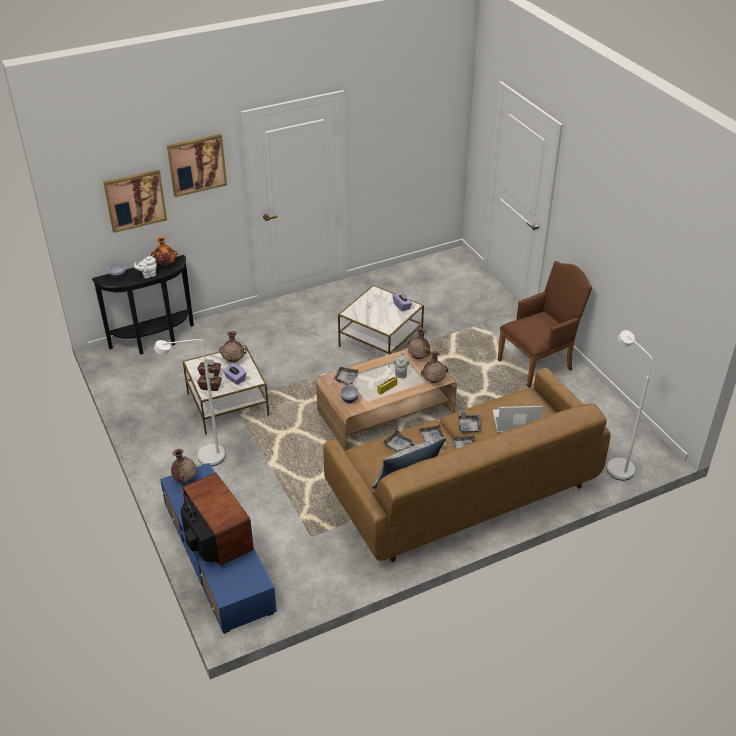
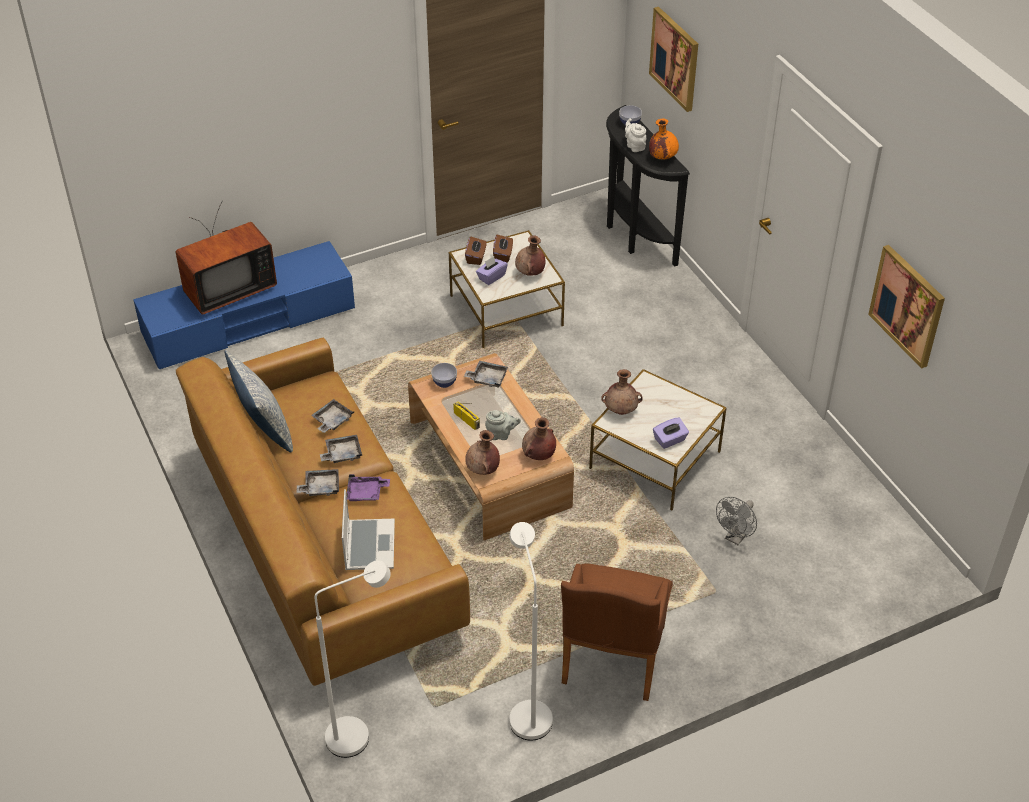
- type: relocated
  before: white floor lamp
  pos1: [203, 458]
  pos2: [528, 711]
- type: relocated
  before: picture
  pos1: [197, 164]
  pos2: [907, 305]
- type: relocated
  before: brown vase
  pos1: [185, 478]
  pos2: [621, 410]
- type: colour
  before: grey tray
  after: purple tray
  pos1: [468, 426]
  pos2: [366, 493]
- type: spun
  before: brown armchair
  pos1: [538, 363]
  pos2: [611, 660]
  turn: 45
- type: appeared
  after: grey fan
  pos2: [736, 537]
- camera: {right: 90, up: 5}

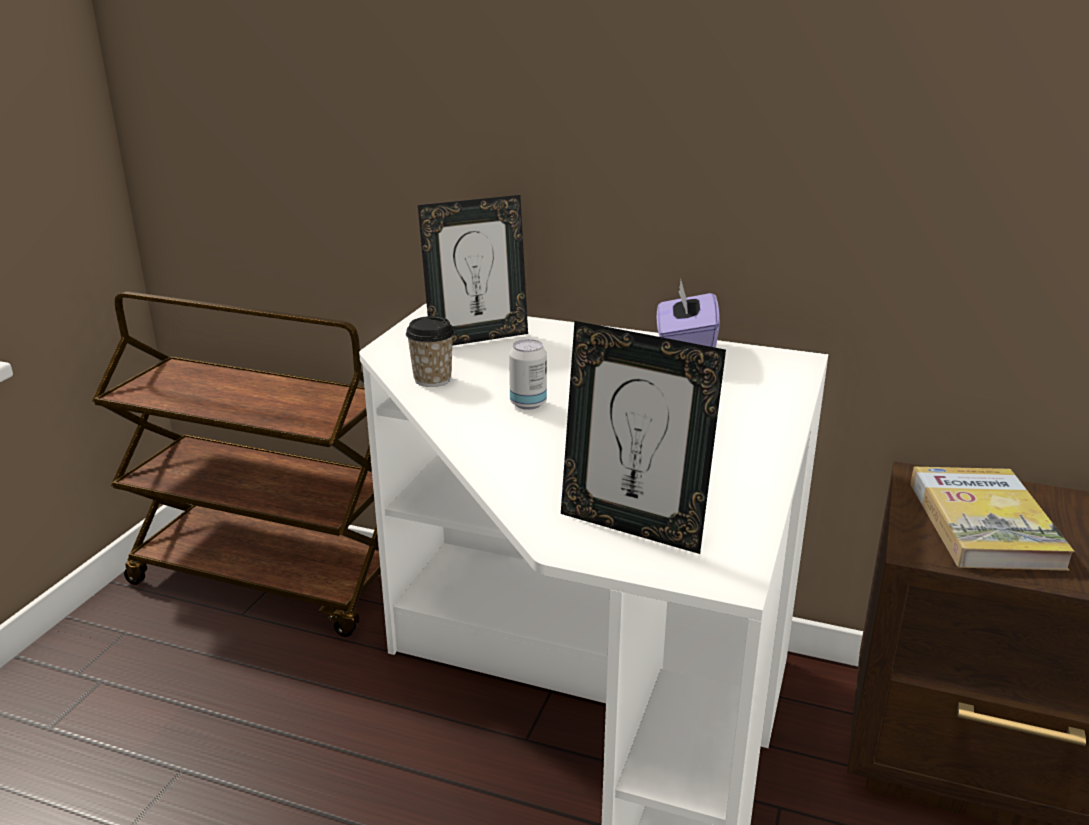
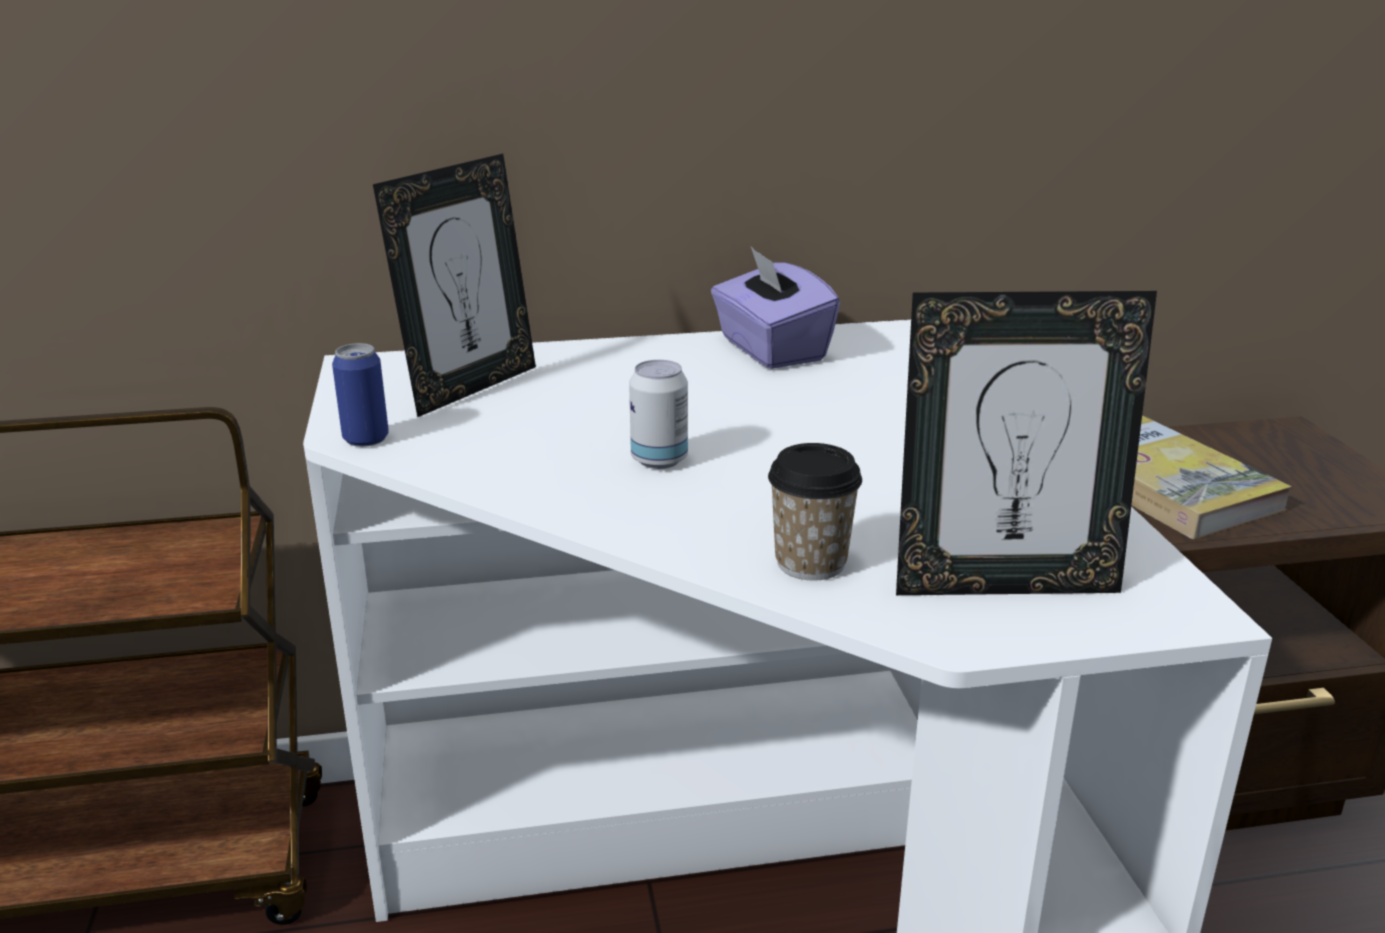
- type: relocated
  before: cup
  pos1: [432, 379]
  pos2: [810, 563]
- type: appeared
  after: can
  pos2: [366, 439]
- camera: {right: -30, up: 0}

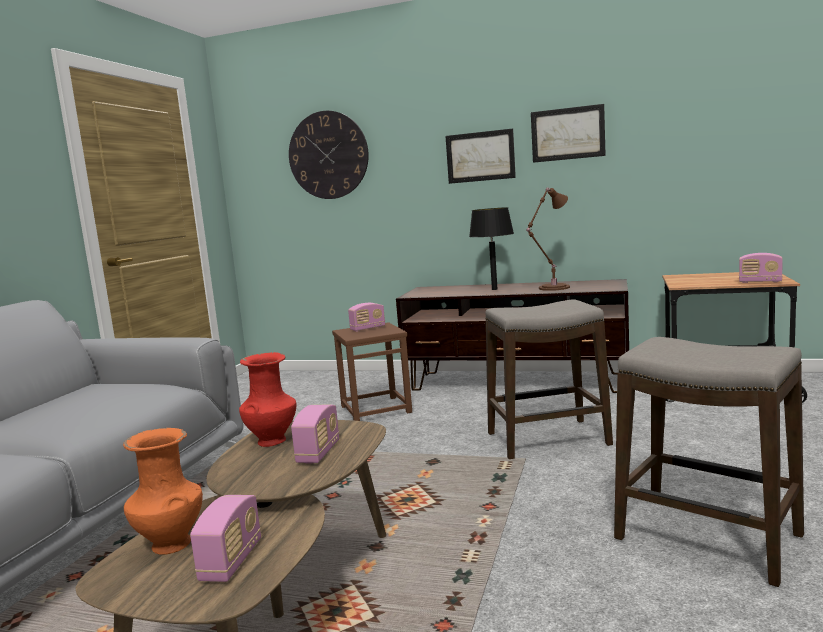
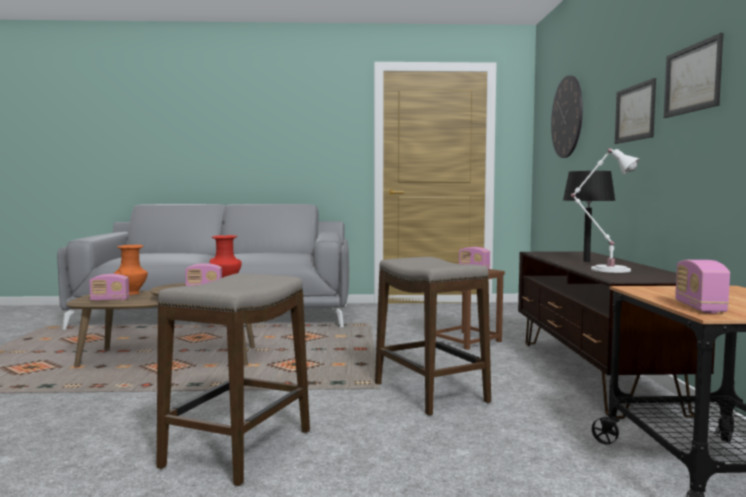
- type: colour
  before: brown table lamp
  after: white table lamp
  pos1: [552, 288]
  pos2: [607, 269]
- camera: {right: 70, up: -5}

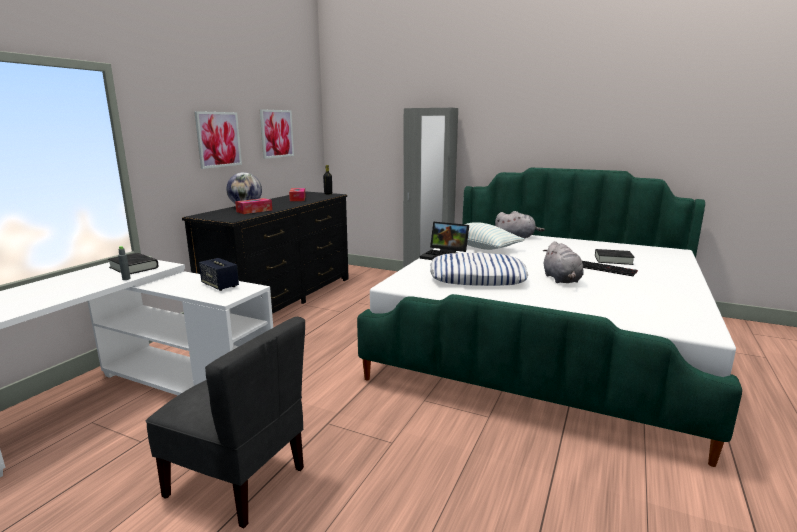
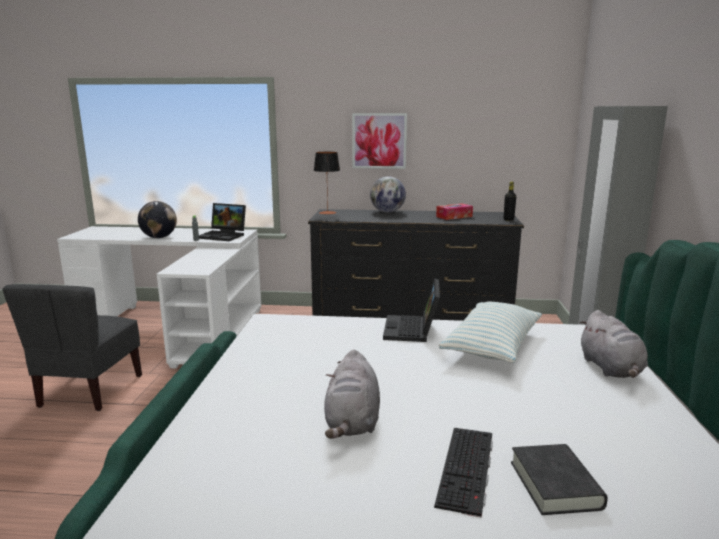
- type: exchanged
  before: black book
  after: laptop
  pos1: [134, 267]
  pos2: [224, 236]
- type: missing
  before: speaker
  pos1: [220, 285]
- type: missing
  before: tissue box
  pos1: [254, 211]
- type: missing
  before: picture
  pos1: [276, 133]
- type: missing
  before: pillow
  pos1: [477, 277]
- type: spun
  before: grey plush toy
  pos1: [562, 280]
  pos2: [352, 422]
  turn: -60
- type: appeared
  after: globe
  pos2: [159, 237]
- type: appeared
  after: table lamp
  pos2: [327, 213]
- camera: {right: 70, up: 0}

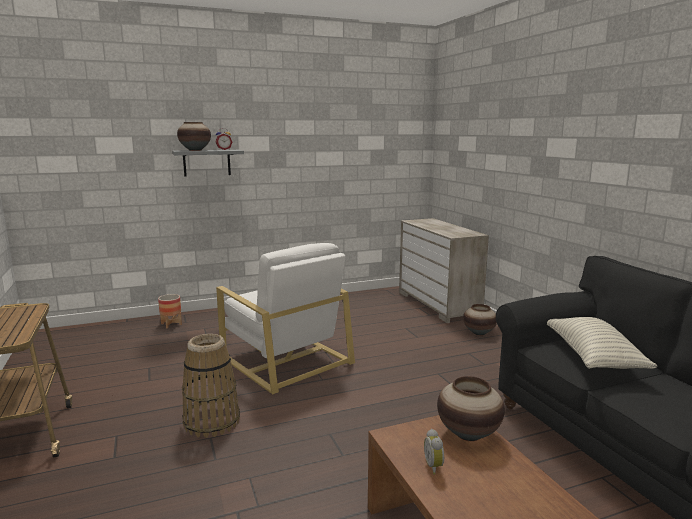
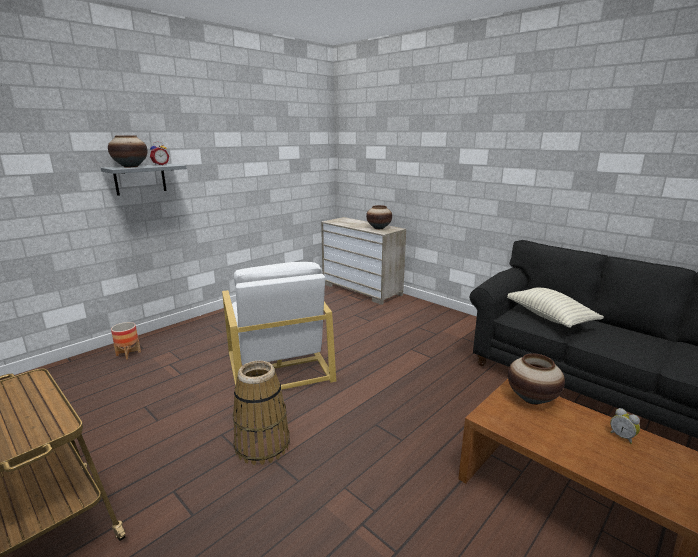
- type: spun
  before: white armchair
  pos1: [285, 359]
  pos2: [278, 365]
  turn: 45
- type: relocated
  before: alarm clock
  pos1: [435, 466]
  pos2: [622, 437]
- type: relocated
  before: vase
  pos1: [479, 333]
  pos2: [378, 228]
- camera: {right: -25, up: 5}

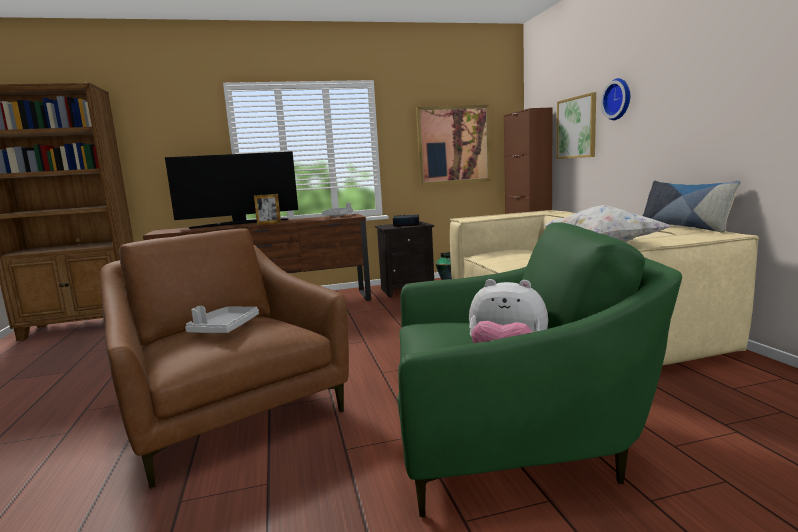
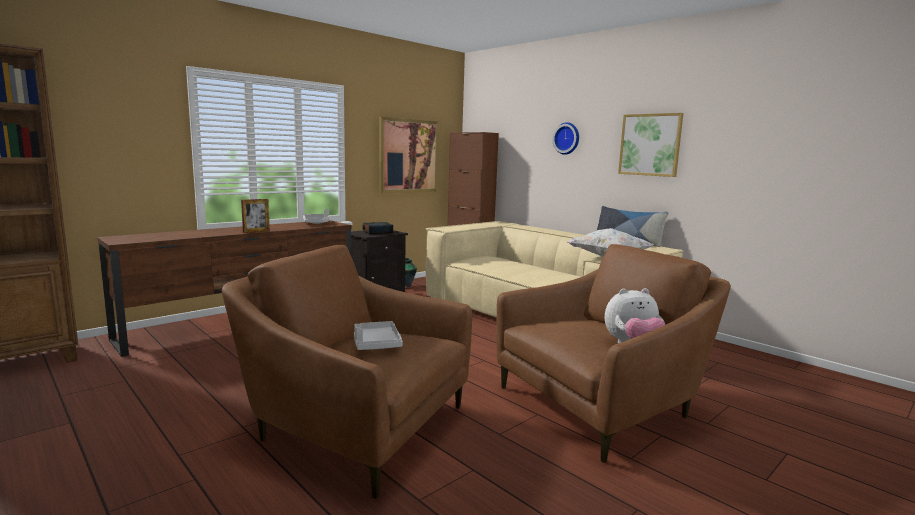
- type: missing
  before: television
  pos1: [240, 224]
- type: colour
  before: green armchair
  after: brown armchair
  pos1: [513, 440]
  pos2: [602, 405]
- type: relocated
  before: picture
  pos1: [577, 127]
  pos2: [650, 145]
- camera: {right: -30, up: 0}

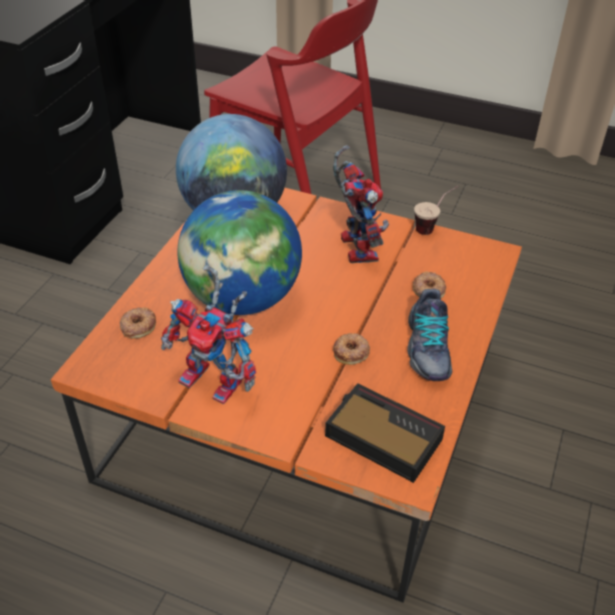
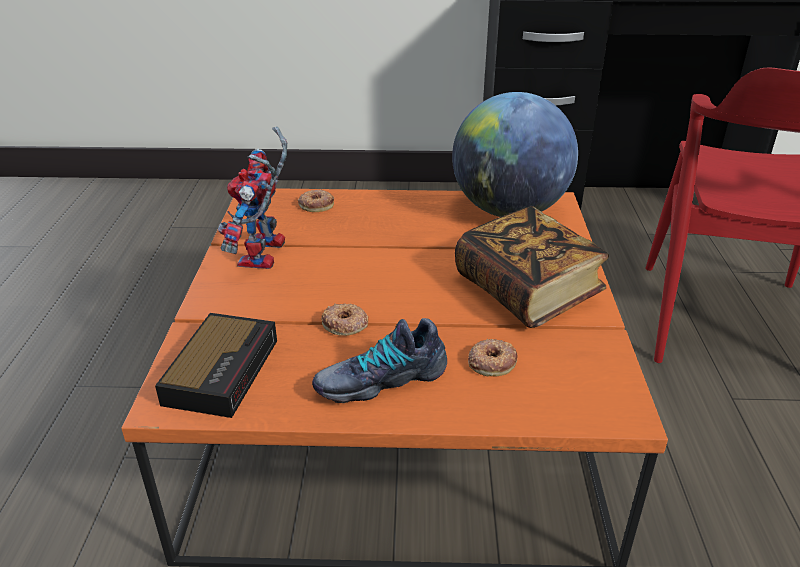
- type: missing
  before: globe
  pos1: [243, 298]
- type: exchanged
  before: toy robot
  after: book
  pos1: [354, 245]
  pos2: [527, 290]
- type: missing
  before: cup
  pos1: [433, 227]
- camera: {right: 70, up: -10}

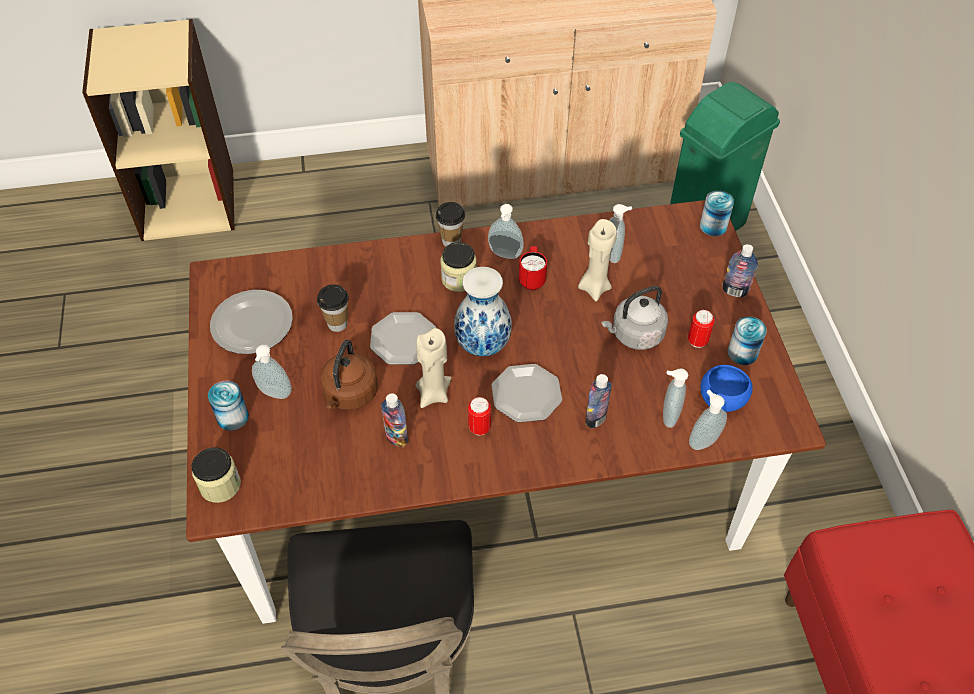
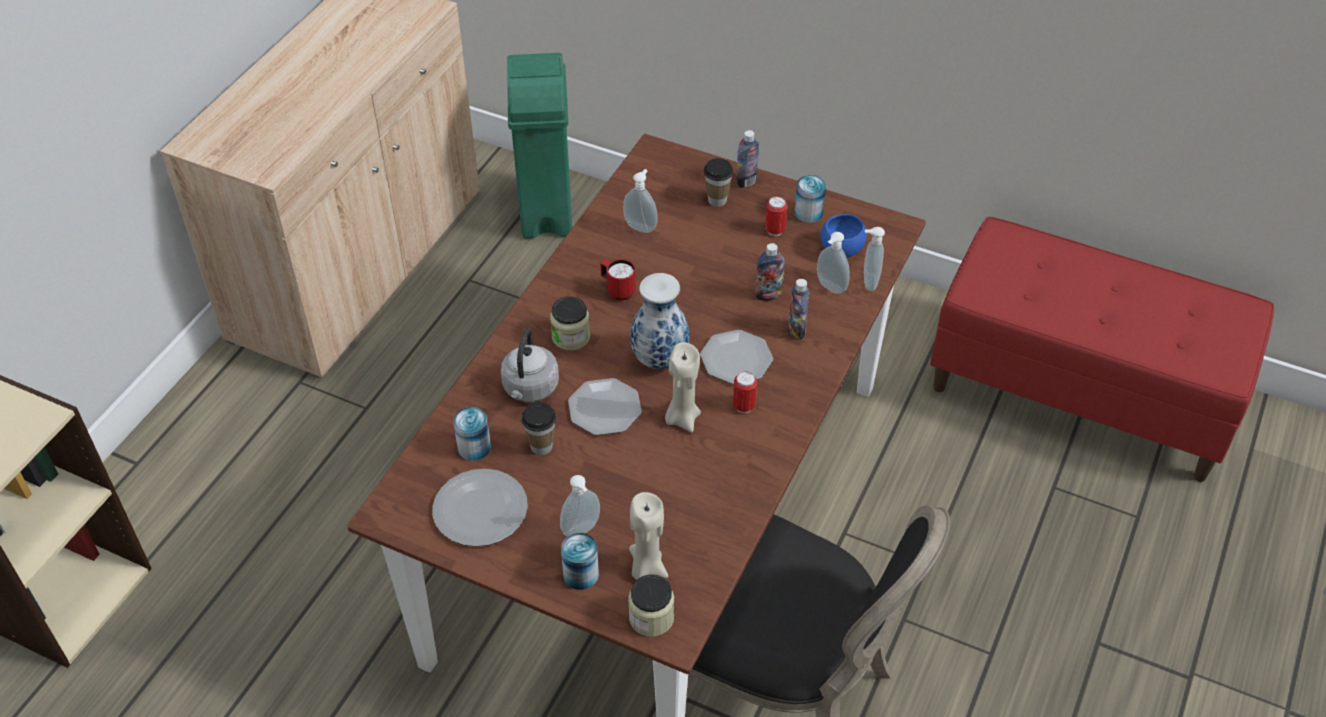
- type: missing
  before: brown kettle
  pos1: [349, 395]
- type: relocated
  before: bottle
  pos1: [396, 438]
  pos2: [768, 295]
- type: relocated
  before: cup
  pos1: [451, 241]
  pos2: [717, 200]
- type: missing
  before: soap dispenser
  pos1: [504, 255]
- type: relocated
  before: beige candle
  pos1: [594, 287]
  pos2: [646, 567]
- type: relocated
  before: grey kettle
  pos1: [634, 335]
  pos2: [530, 389]
- type: relocated
  before: can
  pos1: [713, 226]
  pos2: [474, 447]
- camera: {right: -55, up: -5}

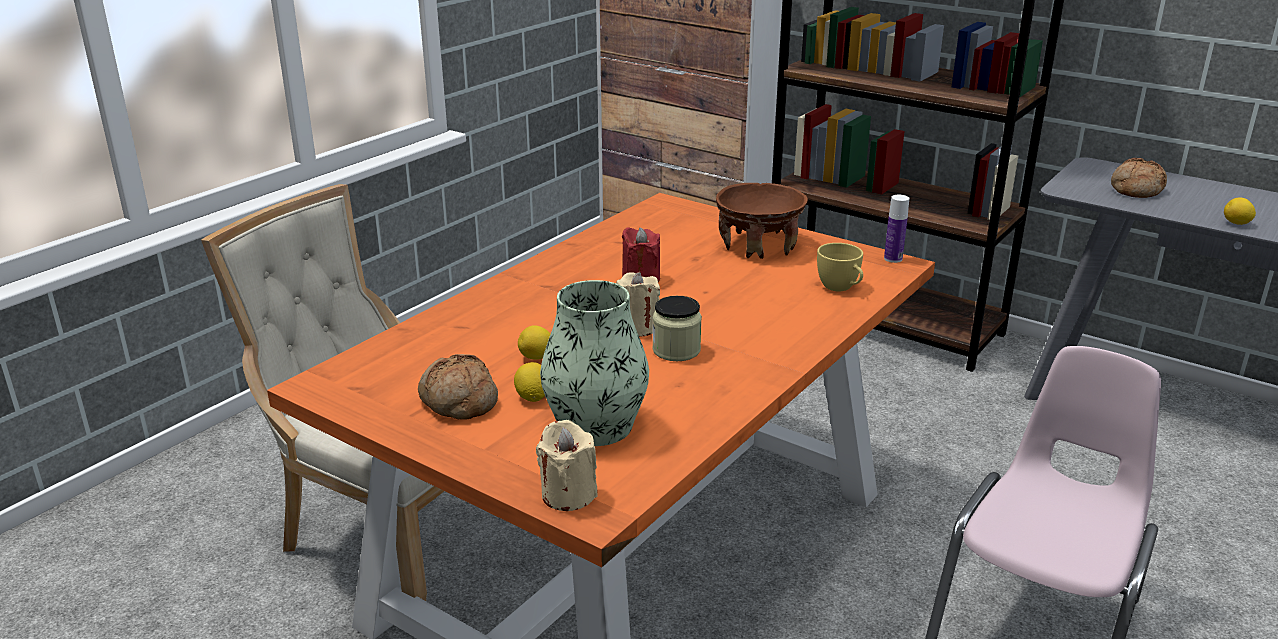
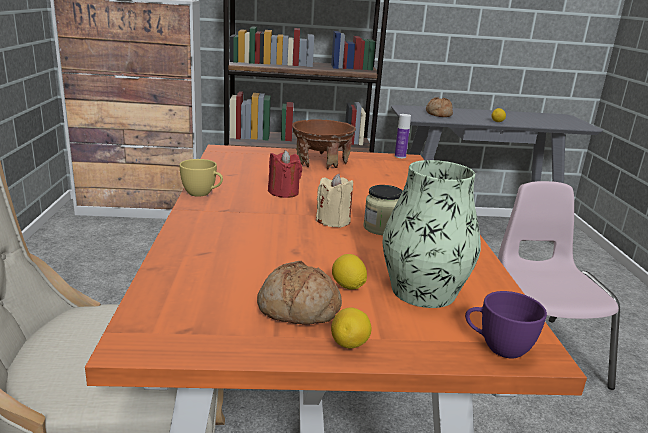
- type: relocated
  before: lemon
  pos1: [537, 358]
  pos2: [350, 344]
- type: exchanged
  before: beige candle
  after: purple cup
  pos1: [568, 494]
  pos2: [497, 347]
- type: relocated
  before: yellow cup
  pos1: [840, 288]
  pos2: [202, 194]
- camera: {right: -40, up: -5}

